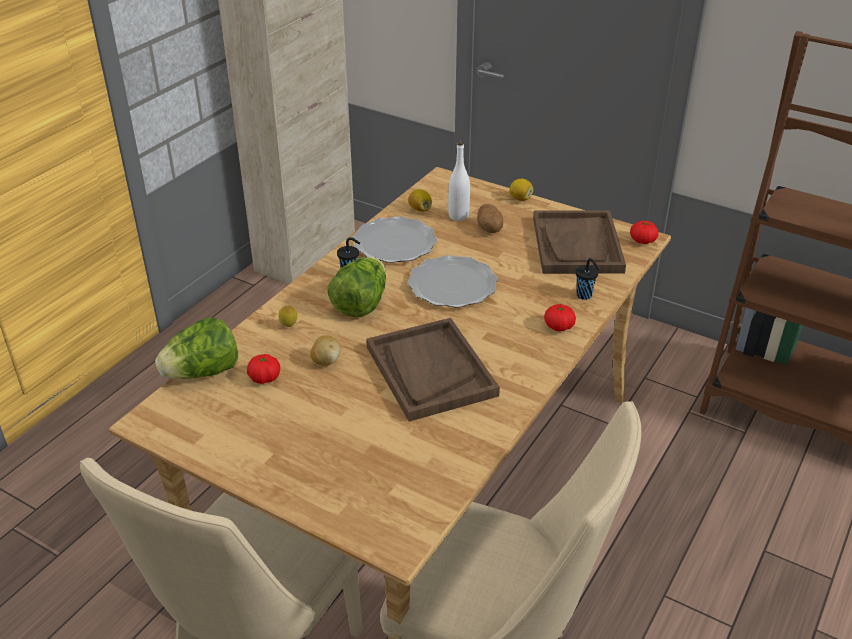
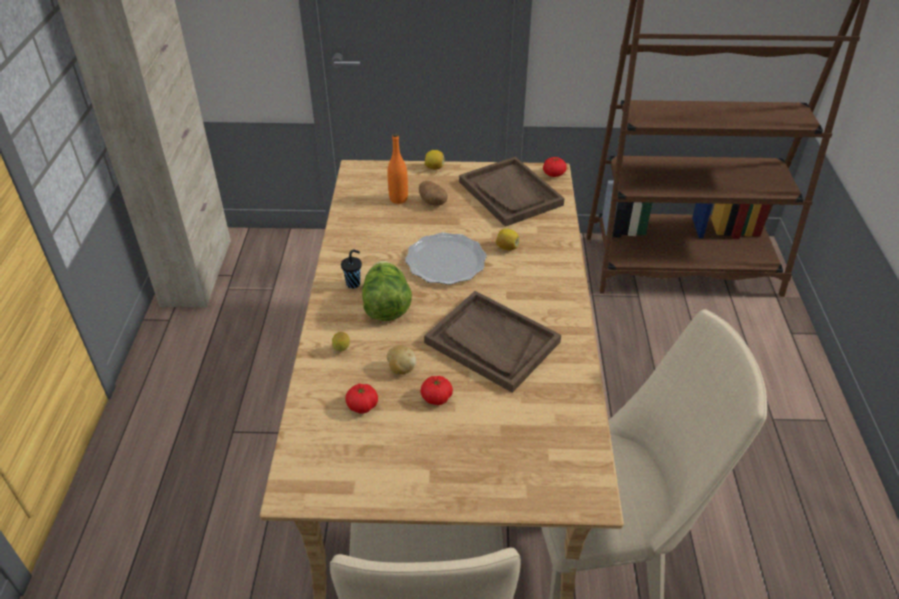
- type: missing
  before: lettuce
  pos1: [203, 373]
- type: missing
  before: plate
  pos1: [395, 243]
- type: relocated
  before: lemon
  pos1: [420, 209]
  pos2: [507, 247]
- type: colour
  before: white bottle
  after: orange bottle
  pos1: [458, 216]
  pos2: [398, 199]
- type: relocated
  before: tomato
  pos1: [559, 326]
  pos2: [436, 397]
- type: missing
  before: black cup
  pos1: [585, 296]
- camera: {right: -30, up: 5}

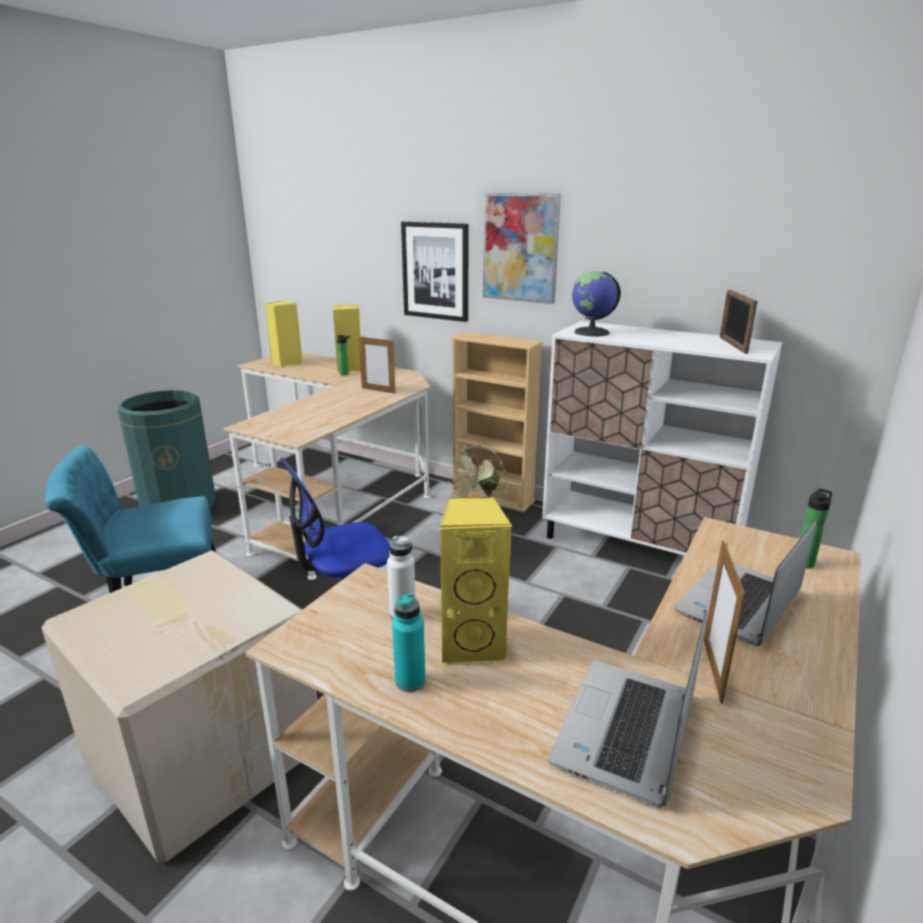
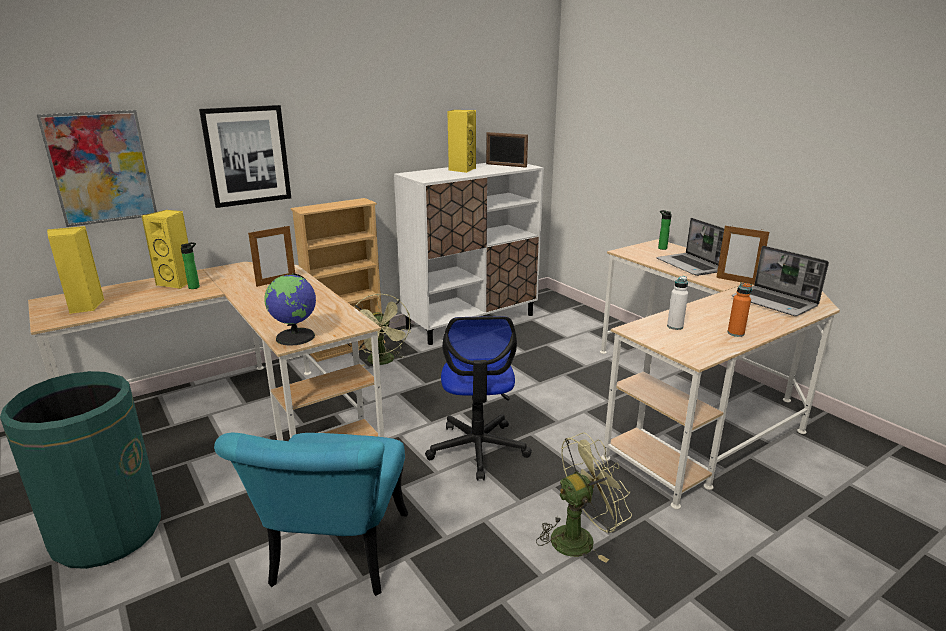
- type: exchanged
  before: cardboard box
  after: green fan
  pos1: [206, 751]
  pos2: [579, 537]
- type: colour
  before: turquoise bottle
  after: orange bottle
  pos1: [410, 681]
  pos2: [735, 333]
- type: relocated
  before: yellow speaker
  pos1: [473, 645]
  pos2: [461, 169]
- type: relocated
  before: picture
  pos1: [520, 248]
  pos2: [100, 167]
- type: relocated
  before: globe
  pos1: [592, 332]
  pos2: [296, 337]
- camera: {right: -65, up: 0}

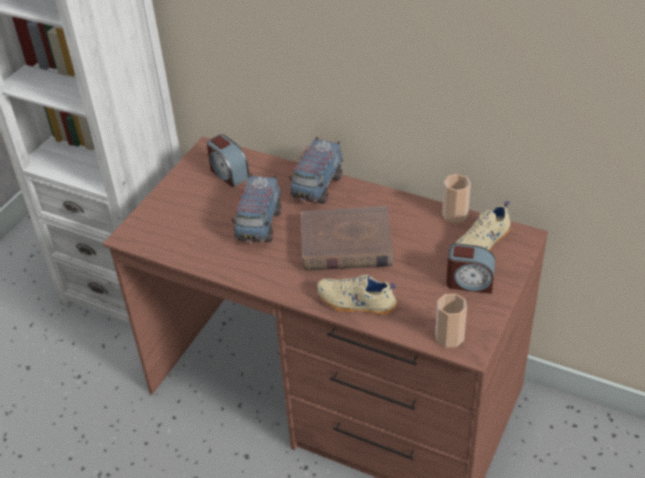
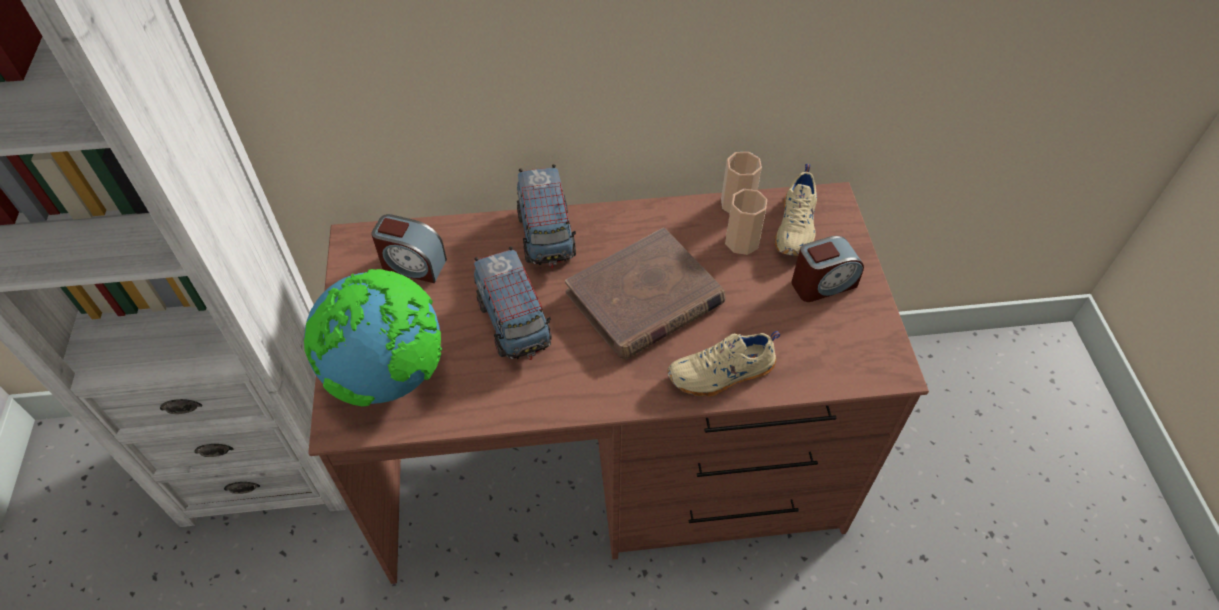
- type: relocated
  before: cup
  pos1: [449, 337]
  pos2: [742, 241]
- type: appeared
  after: globe
  pos2: [389, 374]
- camera: {right: -35, up: 10}

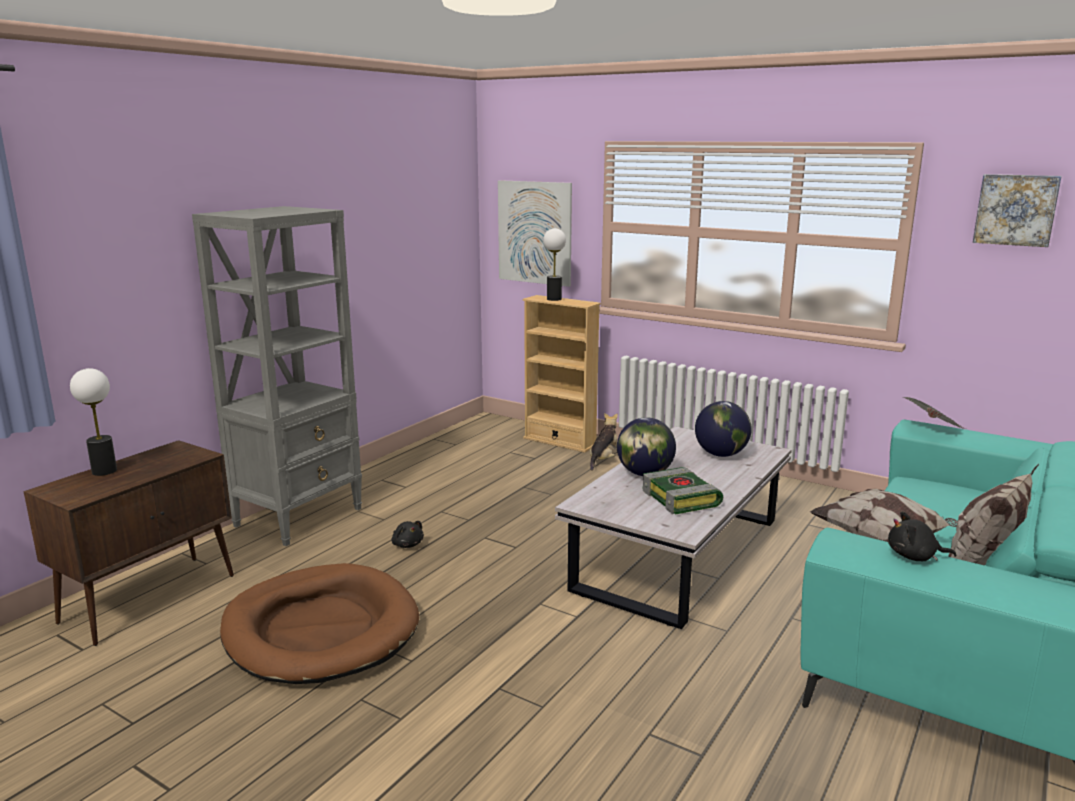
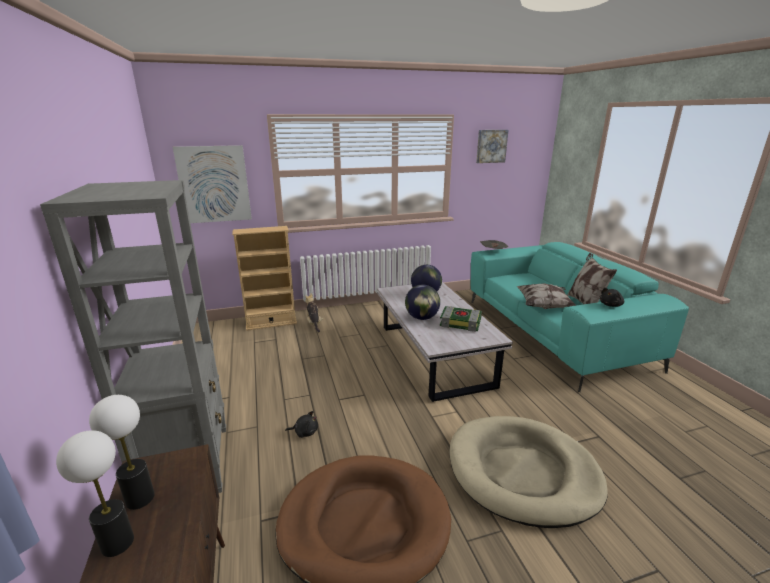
- type: relocated
  before: table lamp
  pos1: [554, 299]
  pos2: [140, 498]
- type: appeared
  after: beige dog bed
  pos2: [523, 472]
- camera: {right: -50, up: 5}

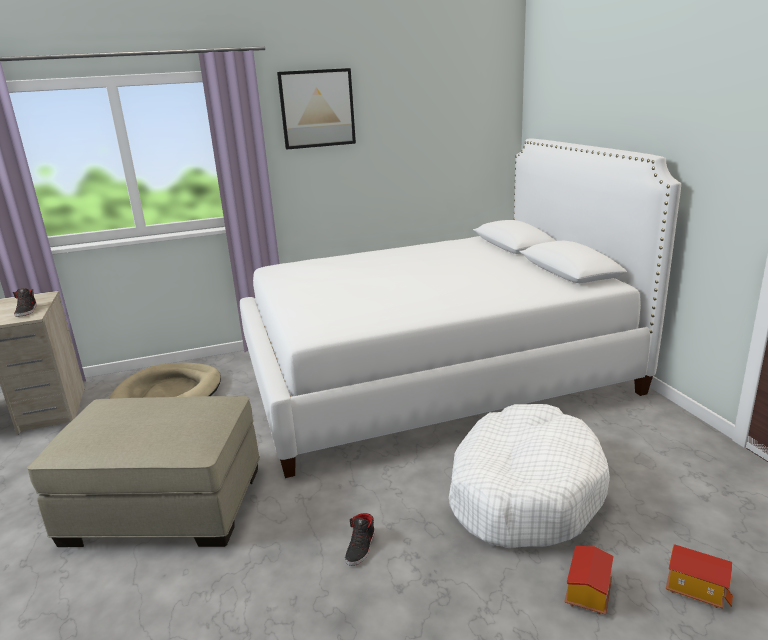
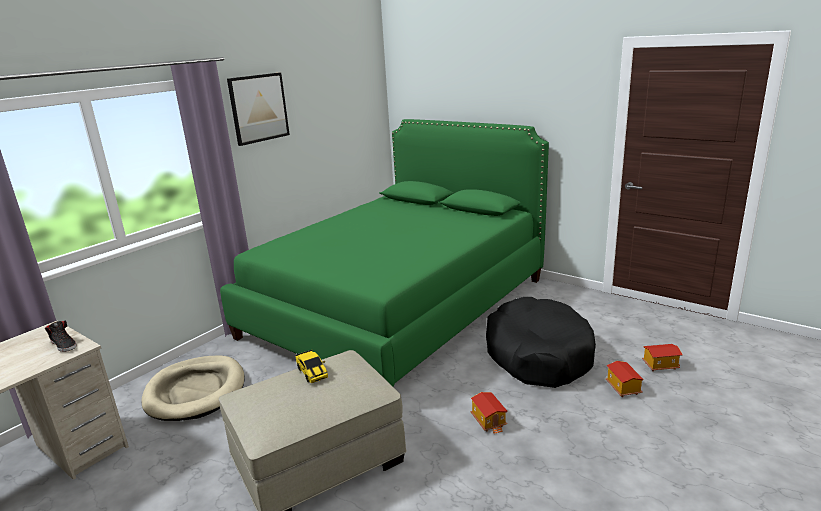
- type: colour
  before: white bed
  after: green bed
  pos1: [432, 373]
  pos2: [399, 307]
- type: exchanged
  before: black shoe
  after: toy house
  pos1: [361, 547]
  pos2: [489, 421]
- type: colour
  before: white dog bed
  after: black dog bed
  pos1: [523, 491]
  pos2: [538, 354]
- type: appeared
  after: toy car
  pos2: [312, 372]
- camera: {right: -35, up: 0}

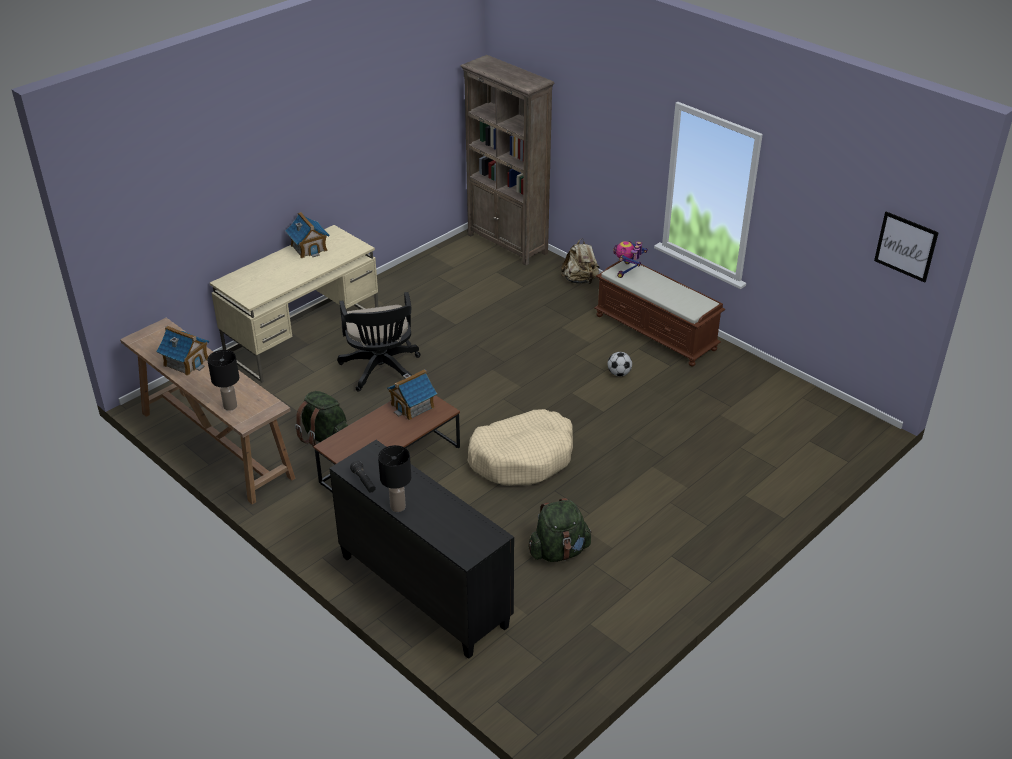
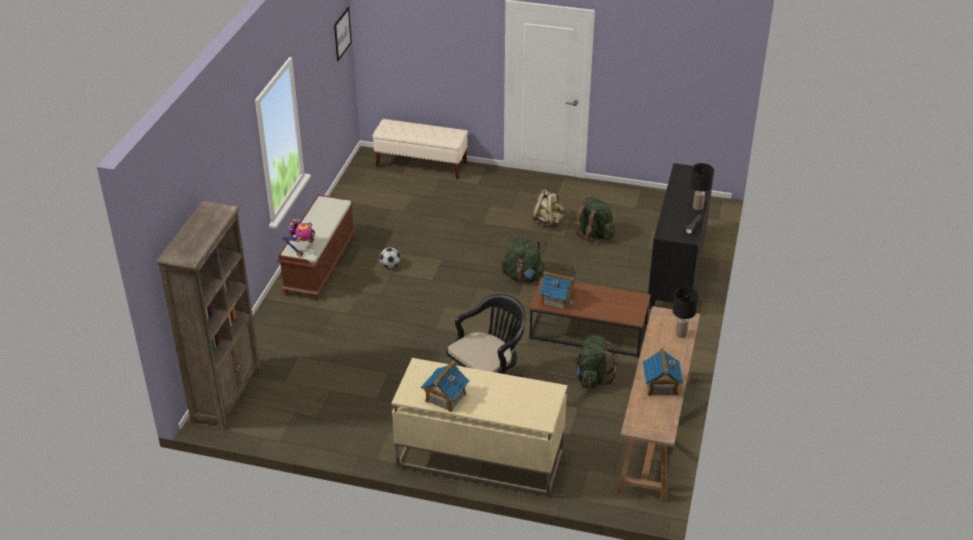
- type: exchanged
  before: beige dog bed
  after: green backpack
  pos1: [522, 457]
  pos2: [524, 277]
- type: relocated
  before: beige backpack
  pos1: [580, 280]
  pos2: [548, 222]
- type: spun
  before: toy robot
  pos1: [628, 270]
  pos2: [302, 247]
  turn: -60
- type: appeared
  after: beige bench
  pos2: [421, 165]
- camera: {right: -120, up: 0}

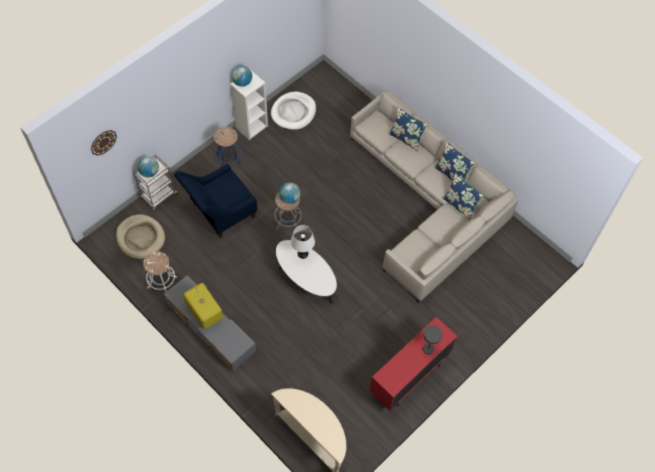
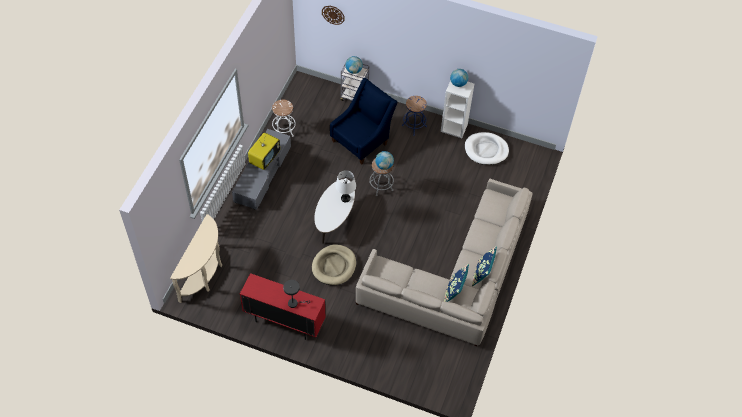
- type: relocated
  before: beige dog bed
  pos1: [140, 238]
  pos2: [334, 266]
- type: spun
  before: blue armchair
  pos1: [220, 213]
  pos2: [362, 140]
  turn: 105
- type: missing
  before: blue pillow
  pos1: [406, 138]
- camera: {right: 65, up: -5}

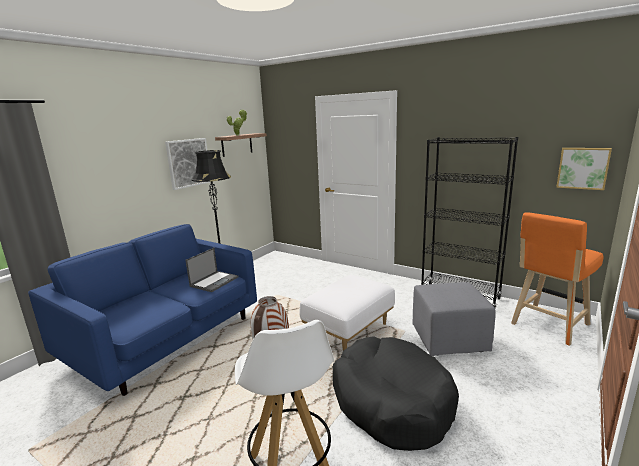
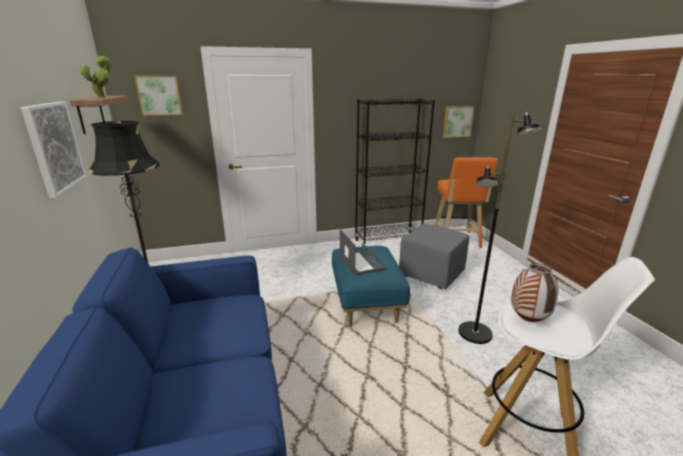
- type: relocated
  before: laptop
  pos1: [214, 281]
  pos2: [361, 262]
- type: colour
  before: white ottoman
  after: blue ottoman
  pos1: [349, 332]
  pos2: [367, 303]
- type: exchanged
  before: black dog bed
  after: black floor lamp
  pos1: [391, 401]
  pos2: [475, 333]
- type: appeared
  after: picture
  pos2: [159, 95]
- camera: {right: -50, up: 5}

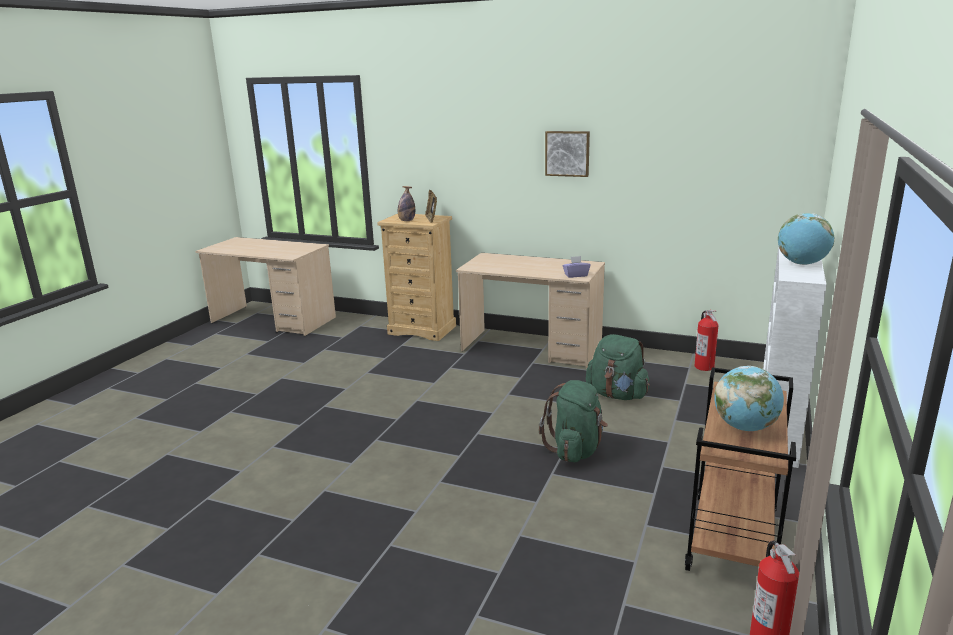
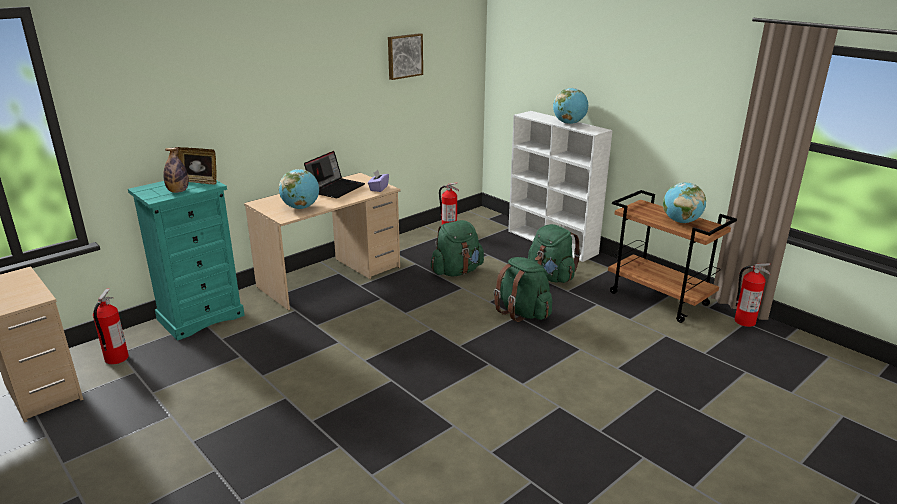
- type: colour
  before: beige dresser
  after: turquoise dresser
  pos1: [422, 330]
  pos2: [201, 317]
- type: relocated
  before: picture
  pos1: [567, 153]
  pos2: [404, 56]
- type: appeared
  after: fire extinguisher
  pos2: [116, 358]
- type: appeared
  after: globe
  pos2: [301, 207]
- type: appeared
  after: laptop
  pos2: [336, 188]
- type: appeared
  after: green backpack
  pos2: [551, 277]
- camera: {right: -65, up: 5}

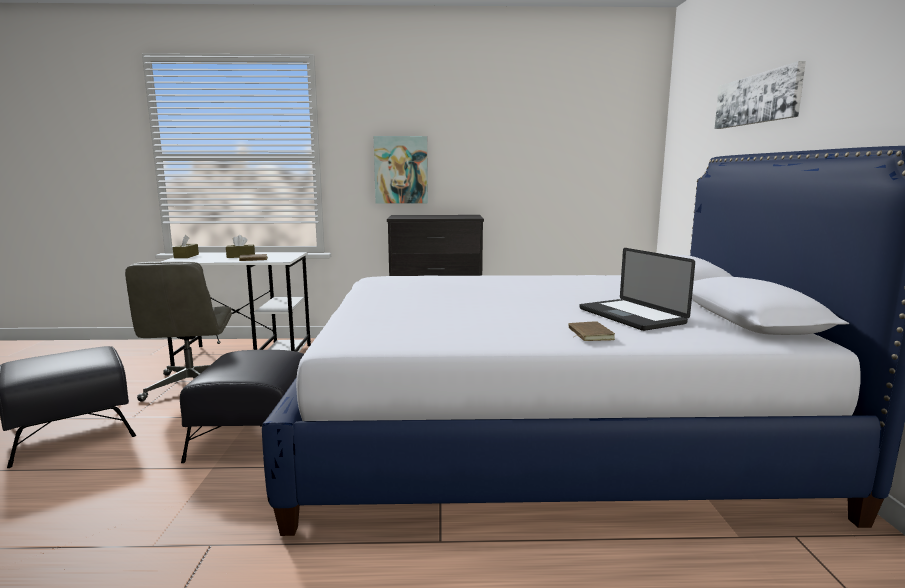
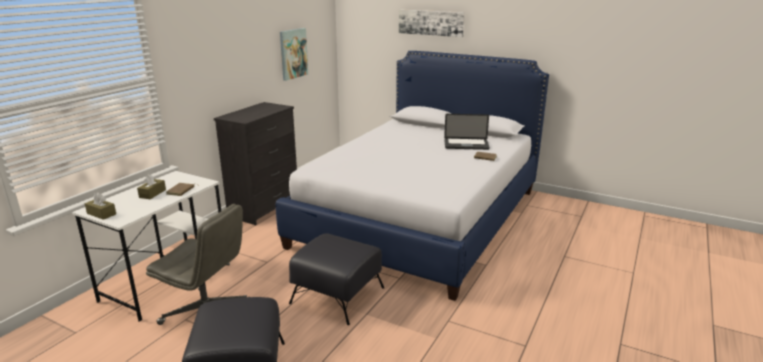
- type: relocated
  before: picture
  pos1: [401, 170]
  pos2: [293, 53]
- camera: {right: -60, up: 10}

